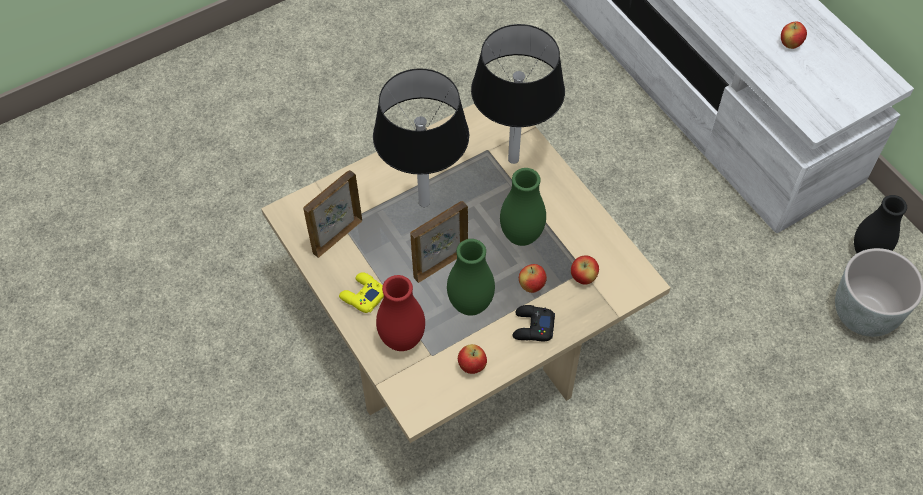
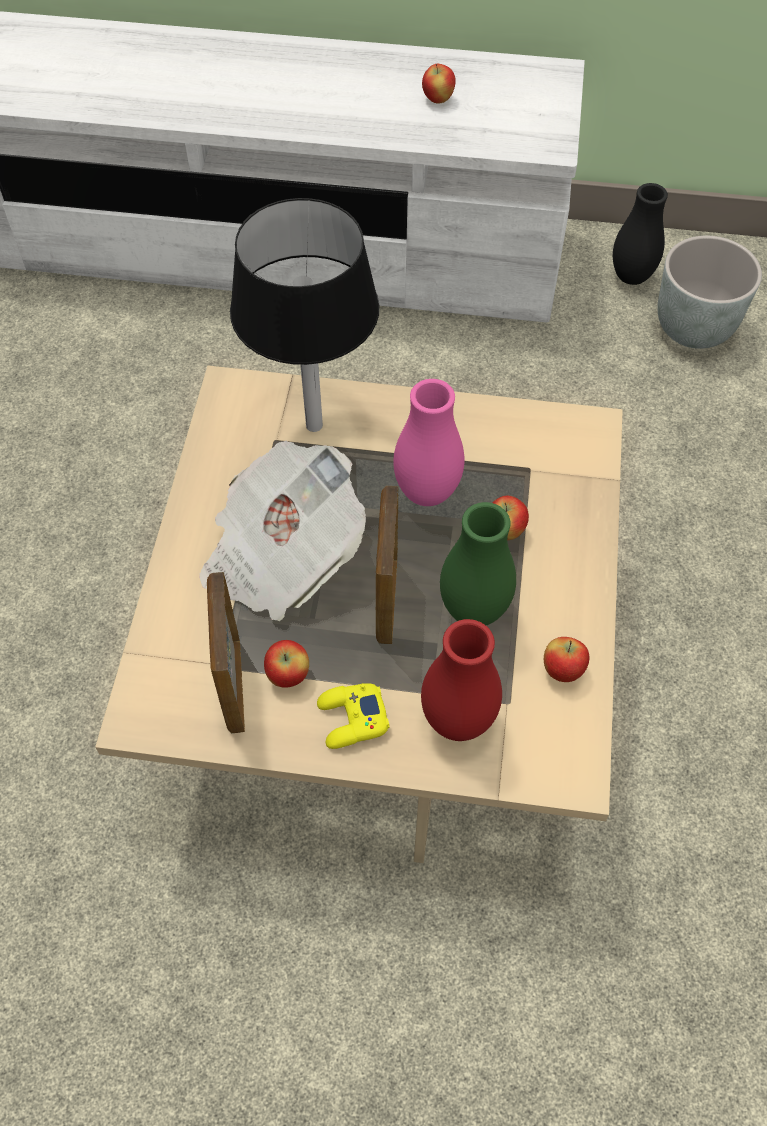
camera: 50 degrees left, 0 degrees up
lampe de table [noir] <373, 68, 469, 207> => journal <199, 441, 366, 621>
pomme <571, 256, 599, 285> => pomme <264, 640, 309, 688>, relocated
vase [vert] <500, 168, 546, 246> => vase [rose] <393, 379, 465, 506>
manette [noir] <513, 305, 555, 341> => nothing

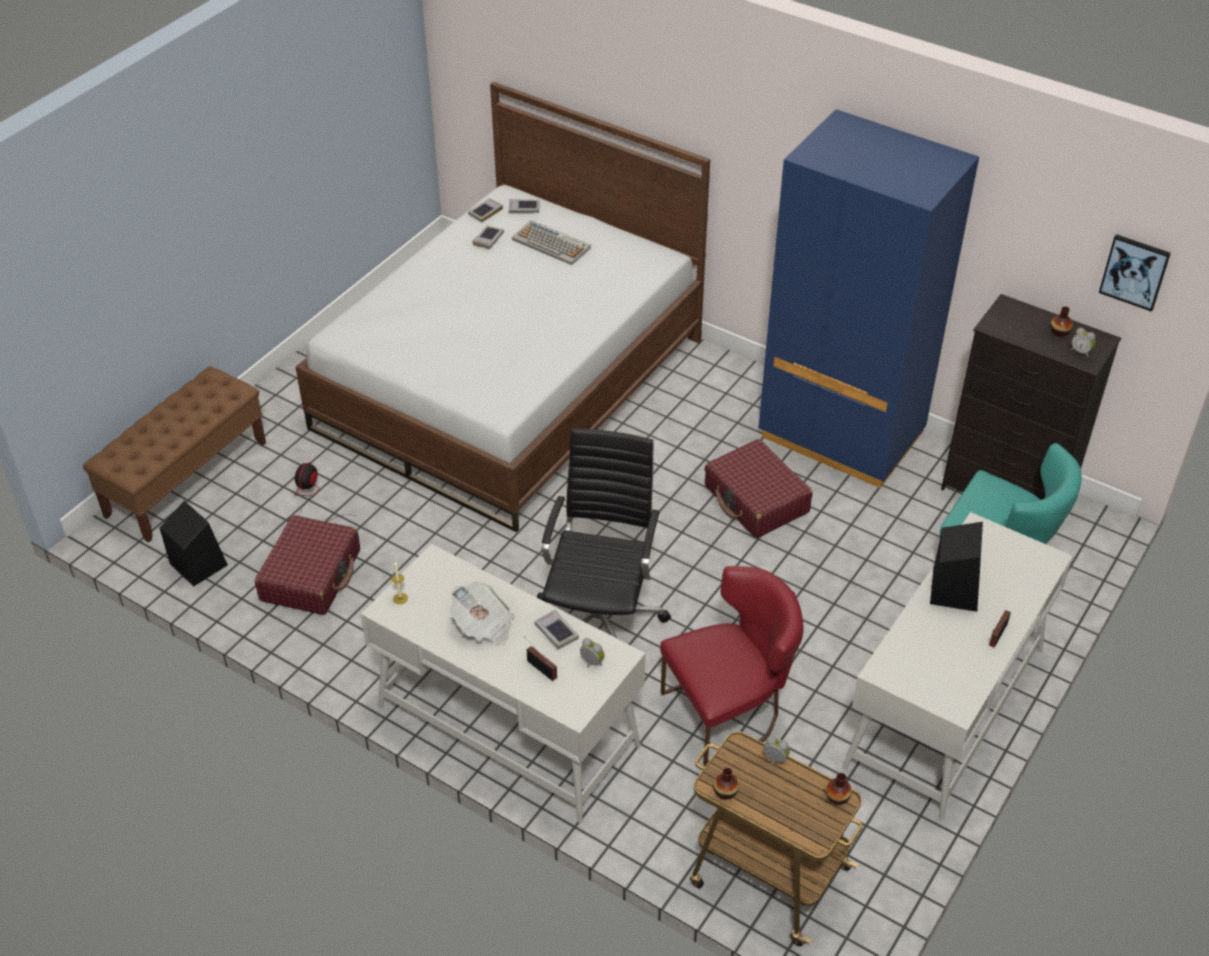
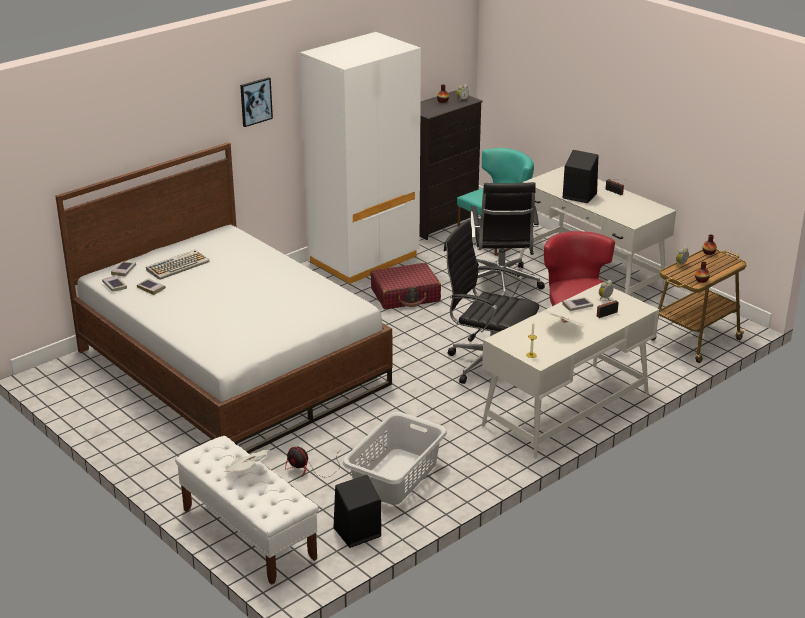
camera: 75 degrees left, 15 degrees down
banc [marron] <83, 366, 266, 543> => banc [blanc] <175, 436, 319, 585>
nothing => journal <224, 450, 270, 472>
tableau <1099, 234, 1171, 312> => tableau <240, 77, 273, 127>, relocated
armoire [bleu] <758, 109, 979, 488> => armoire [blanc] <300, 32, 421, 284>
valise [rouge] <255, 515, 360, 615> => panier à linge [gris] <343, 412, 447, 505>
nothing => chaise de bureau [noir] <471, 182, 545, 296>

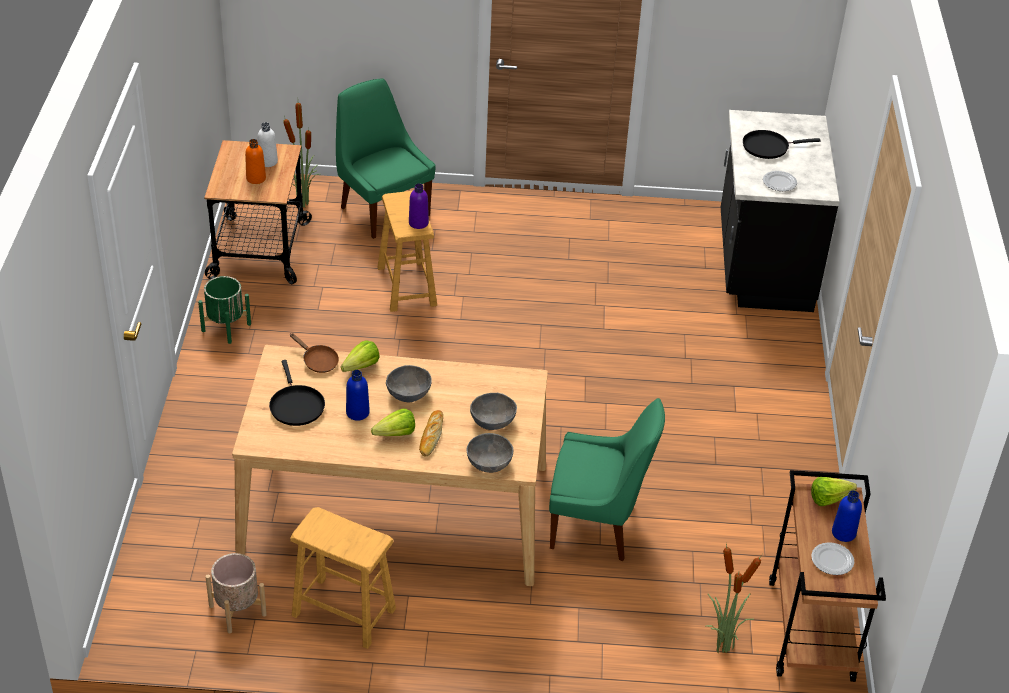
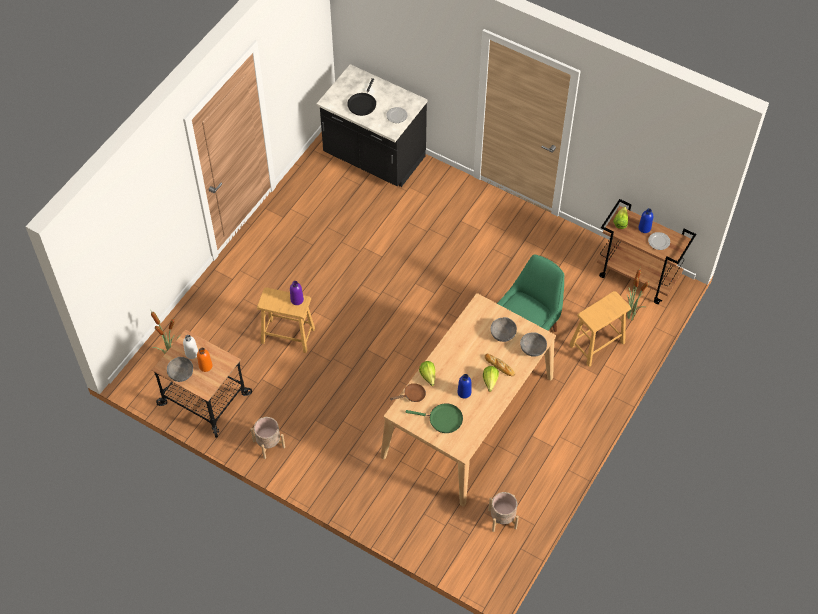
camera: 60 degrees left, 15 degrees up
bol [gris] <386, 365, 432, 402> => bol [gris] <167, 357, 193, 382>, relocated
cache-pot [vert] <198, 276, 251, 344> => cache-pot [beige] <251, 417, 285, 459>
poêle [noir] <269, 360, 325, 426> => poêle [vert] <406, 403, 463, 433>
tabouret [marron] <290, 507, 396, 649> => tabouret [marron] <569, 291, 631, 367>, relocated
chaise [vert] <336, 78, 436, 239> => nothing

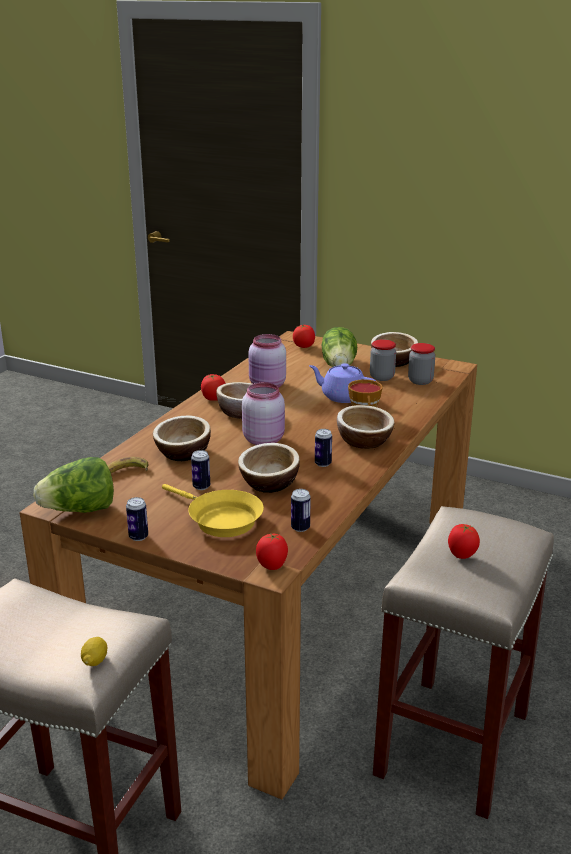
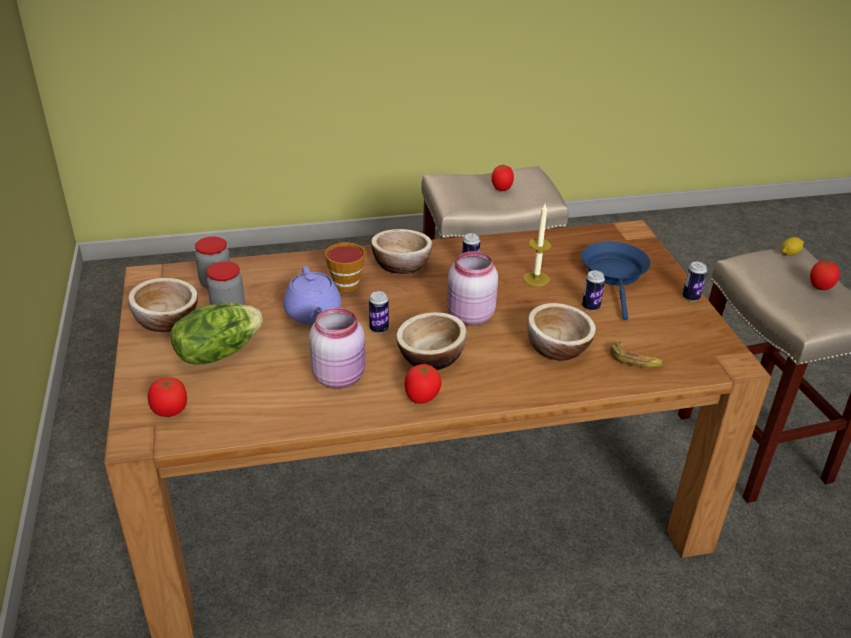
camera: 130 degrees left, 10 degrees up
boîte métallique <291, 489, 311, 532> => boîte métallique <369, 291, 389, 333>, relocated
bol <238, 443, 300, 493> => bougie <523, 204, 552, 286>
poêle [jaune] <162, 484, 264, 537> => poêle [bleu] <582, 241, 651, 320>
tomate <256, 534, 288, 570> => tomate <810, 259, 840, 290>, relocated
laitue <34, 457, 114, 513> => nothing

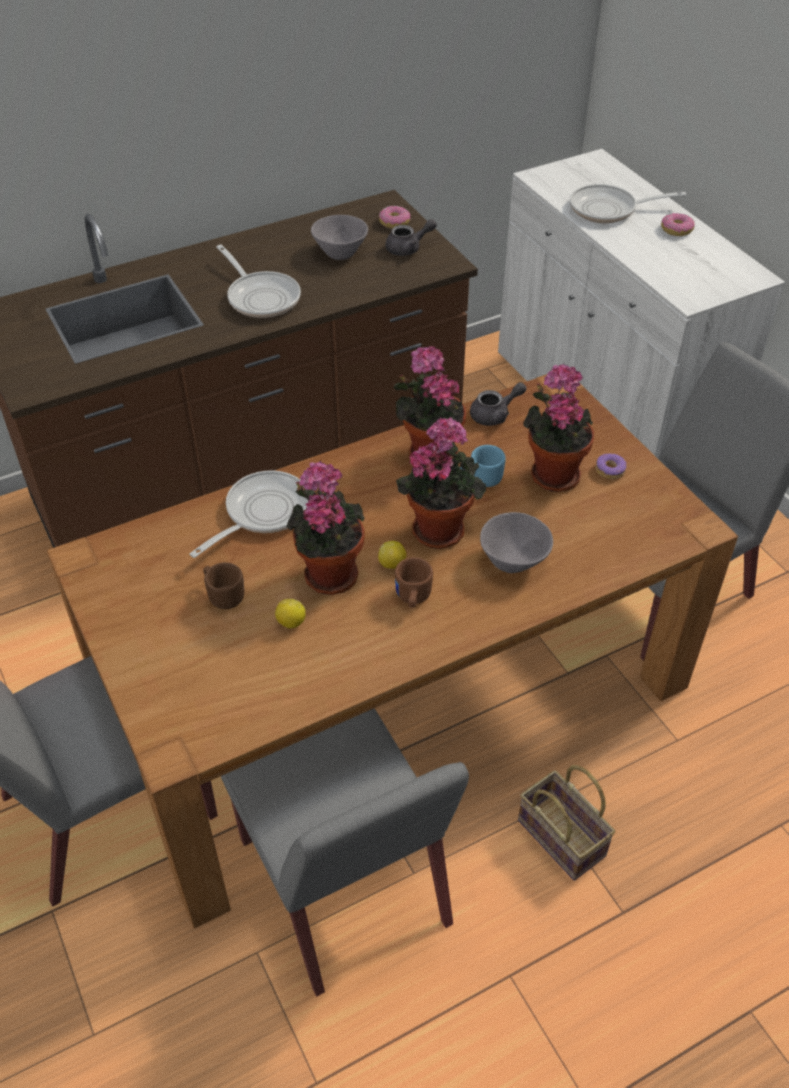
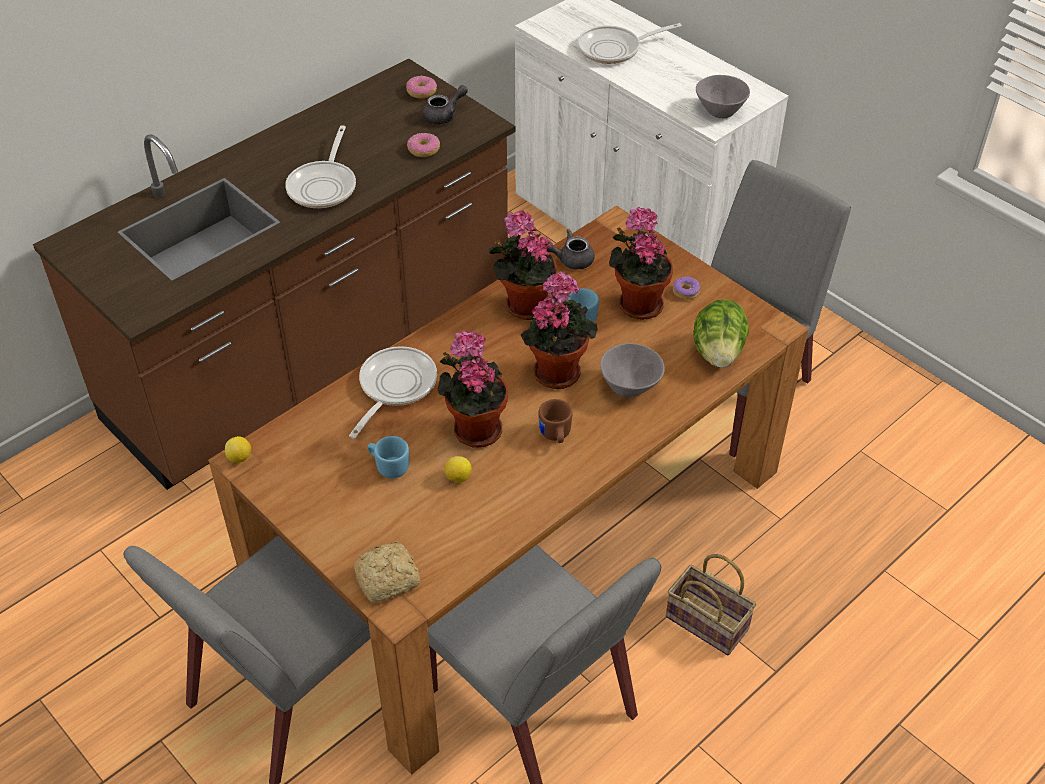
camera: 15 degrees left, 0 degrees up
citron <378, 541, 406, 569> => citron <225, 436, 251, 463>, relocated
poêle <217, 245, 301, 318> => poêle <285, 125, 356, 208>, 60 degrees clockwise
nothing => pain <353, 542, 420, 603>
mug [marron] <203, 562, 244, 609> => mug [bleu] <367, 436, 409, 479>
beignet <661, 213, 695, 236> => beignet <407, 133, 440, 157>, relocated
théière [gris] <470, 382, 526, 426> => théière [gris] <547, 229, 595, 269>, 150 degrees counterclockwise
nothing => laitue <693, 299, 749, 368>
bol [gris] <311, 215, 368, 260> => bol [gris] <696, 75, 750, 118>, relocated

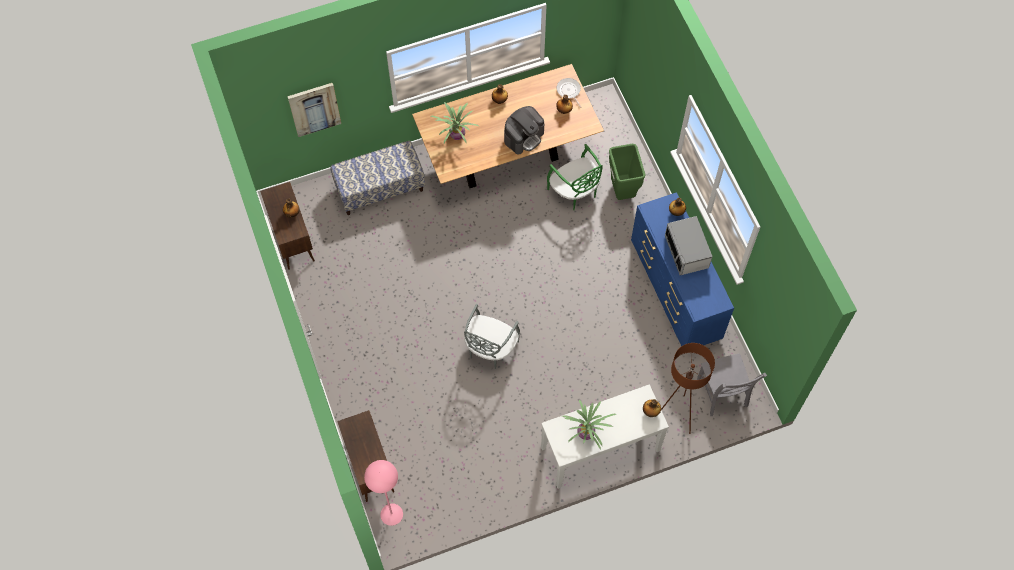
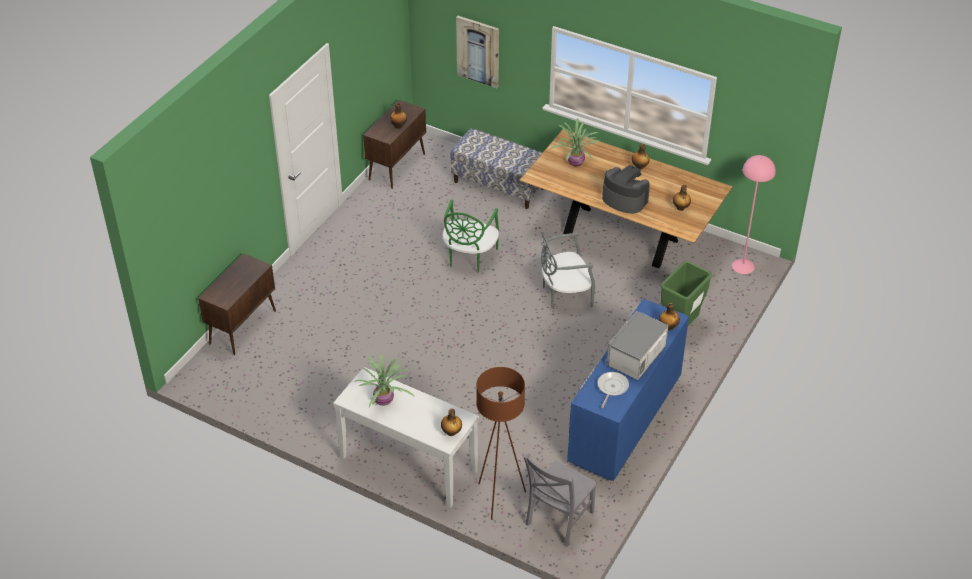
camera: 50 degrees right, 20 degrees down
chaise [vert] <547, 144, 603, 210> => chaise [vert] <443, 200, 499, 273>, relocated
chaise [gris] <464, 304, 520, 369> => chaise [gris] <541, 232, 595, 308>, relocated
poêle <557, 78, 582, 108> => poêle <597, 372, 629, 408>, relocated
machine à café <504, 106, 544, 155> => machine à café <602, 165, 650, 214>, 150 degrees counterclockwise
lampadaire [rose] <364, 460, 403, 526> => lampadaire [rose] <732, 155, 776, 274>, relocated

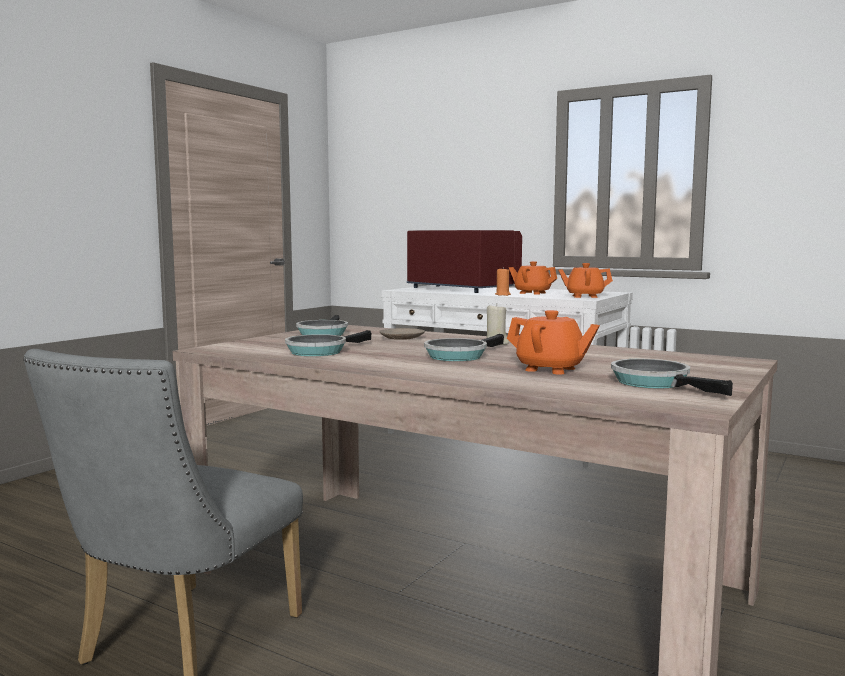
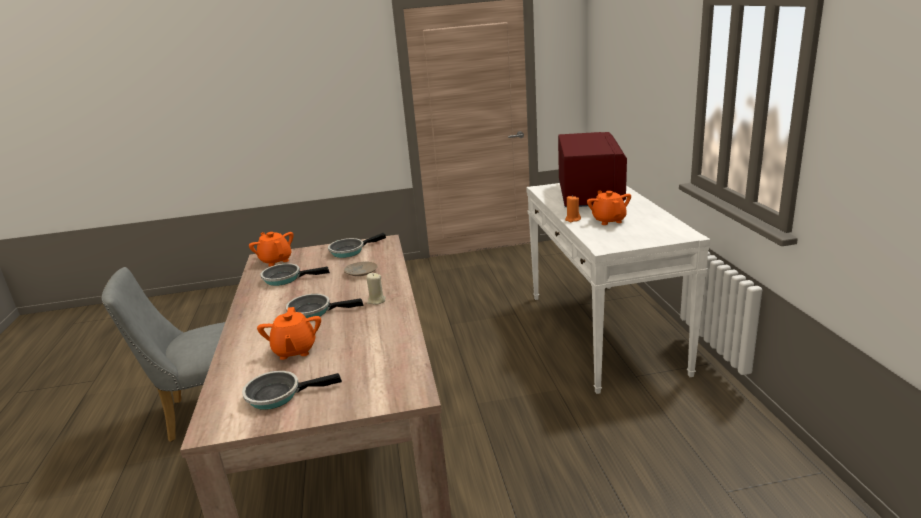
camera: 50 degrees right, 15 degrees up
poêle <611, 359, 733, 396> => poêle <242, 371, 342, 410>, 120 degrees counterclockwise
théière [orange] <558, 263, 613, 298> => théière [orange] <249, 232, 294, 267>, relocated

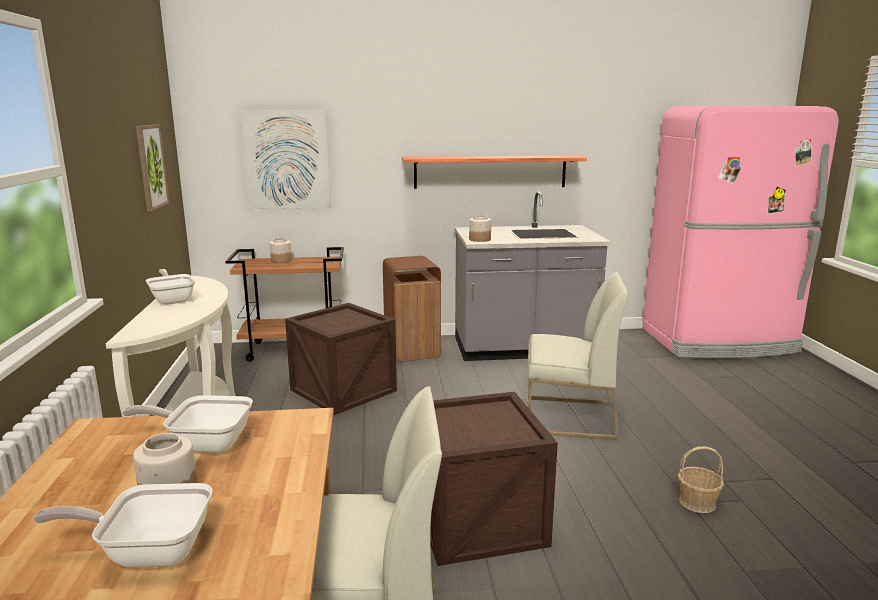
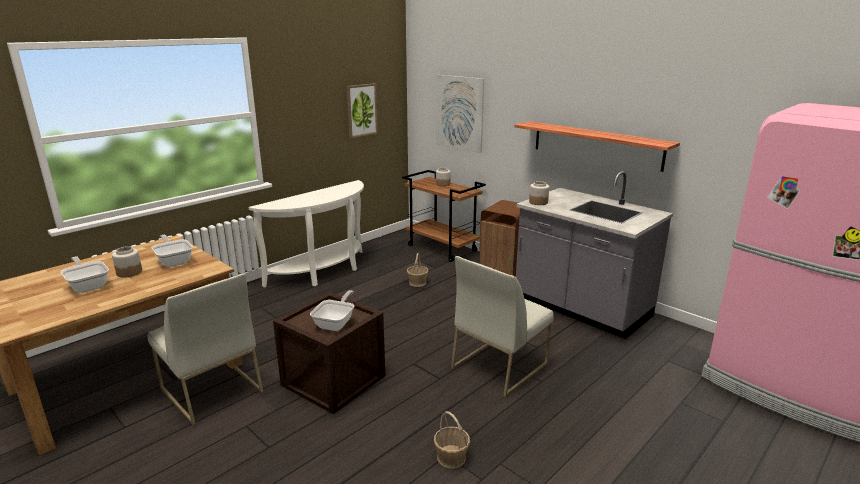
camera: 50 degrees right, 5 degrees up
poêle <146, 269, 195, 305> => poêle <310, 290, 354, 331>, relocated
caisse <285, 303, 397, 415> => panier <407, 253, 429, 287>
chaise [blanc] <528, 272, 629, 440> => chaise [blanc] <451, 256, 554, 397>, 75 degrees clockwise

